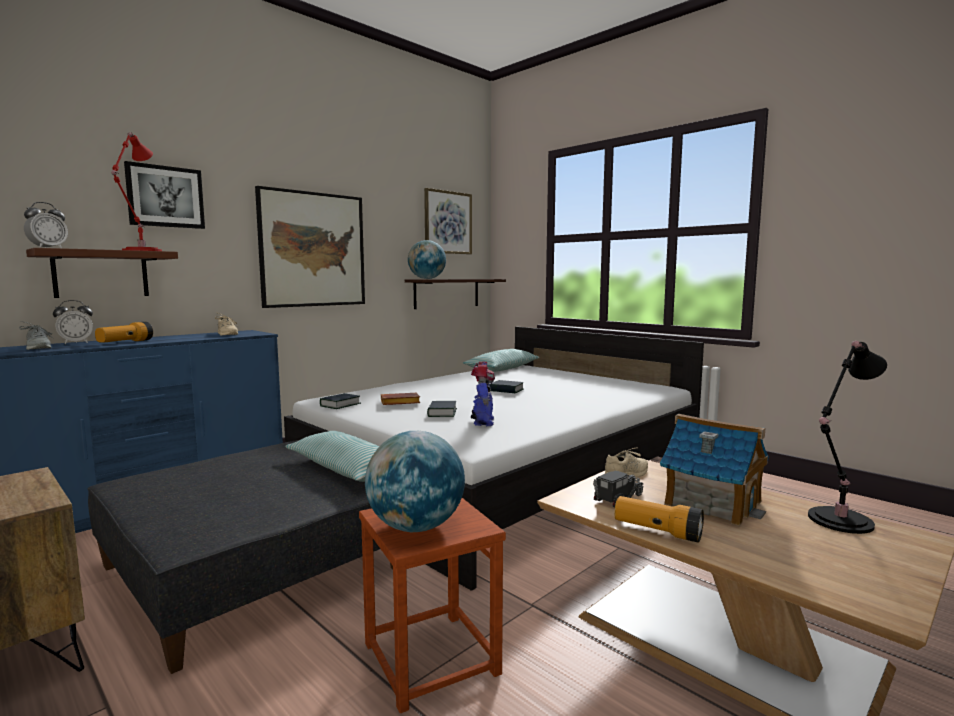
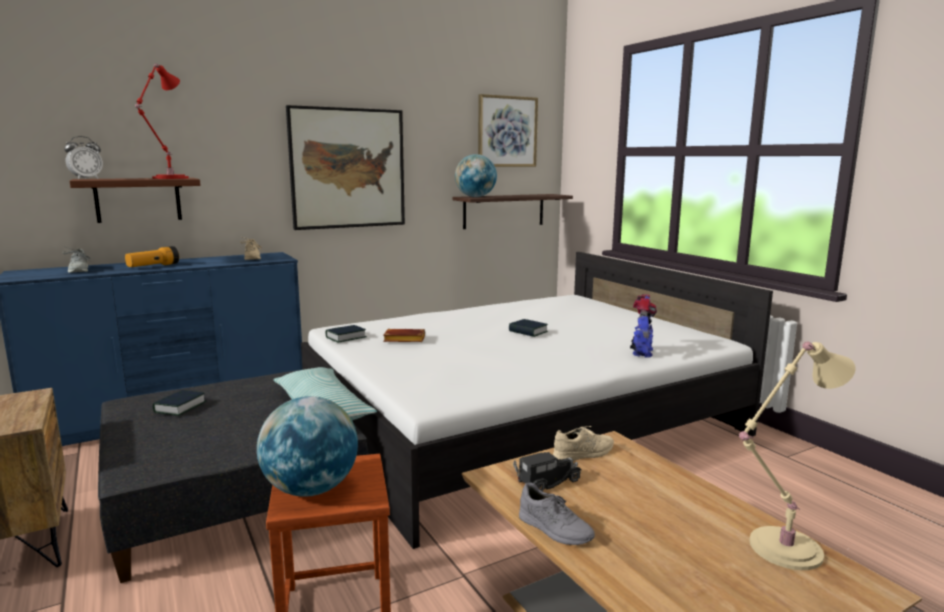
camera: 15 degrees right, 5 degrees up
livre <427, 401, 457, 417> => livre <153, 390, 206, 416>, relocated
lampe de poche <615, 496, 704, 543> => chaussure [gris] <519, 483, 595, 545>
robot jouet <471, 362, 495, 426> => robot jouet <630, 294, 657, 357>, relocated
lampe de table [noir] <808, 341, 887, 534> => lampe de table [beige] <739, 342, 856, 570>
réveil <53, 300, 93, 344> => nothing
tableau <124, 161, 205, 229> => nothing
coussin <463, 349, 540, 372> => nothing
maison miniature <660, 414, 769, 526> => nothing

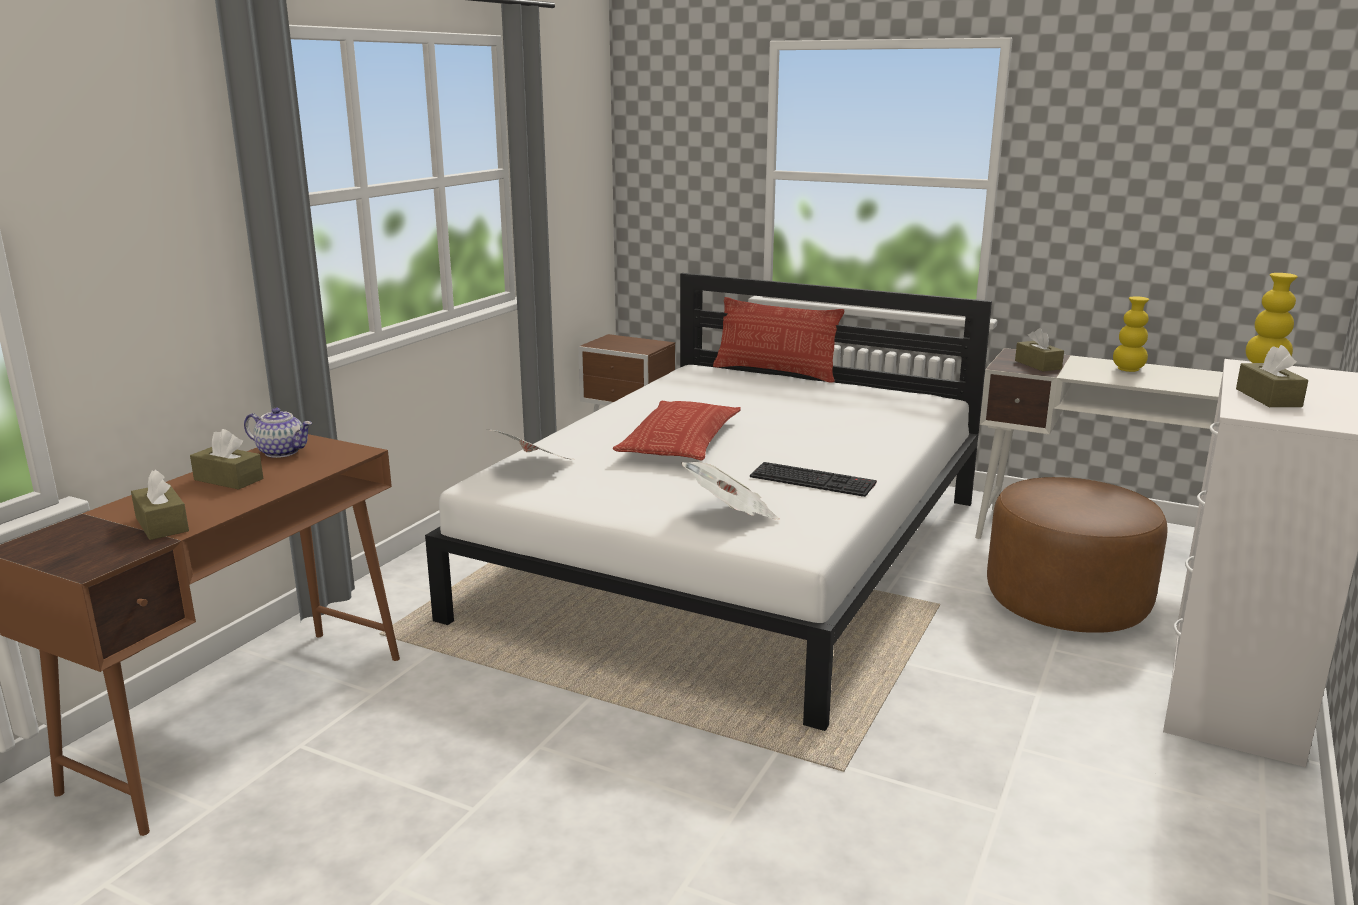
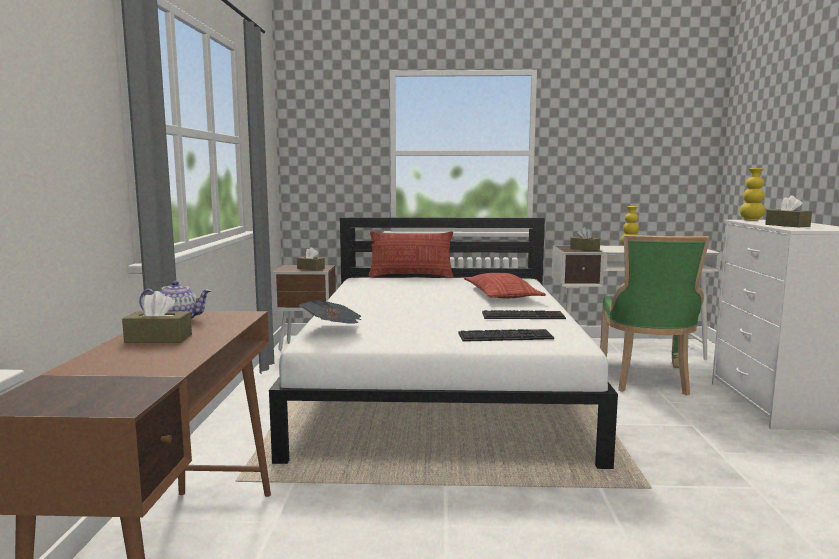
camera: 25 degrees left, 10 degrees down
boîte à mouchoirs [marron] <131, 469, 189, 540> => boîte à mouchoirs [marron] <297, 247, 325, 271>, relocated
journal <681, 462, 779, 520> => clavier <458, 329, 554, 342>
coussin <613, 401, 741, 461> => coussin <464, 273, 546, 298>, relocated
pouf [marron] <987, 477, 1168, 633> => chaise [vert] <600, 235, 710, 395>

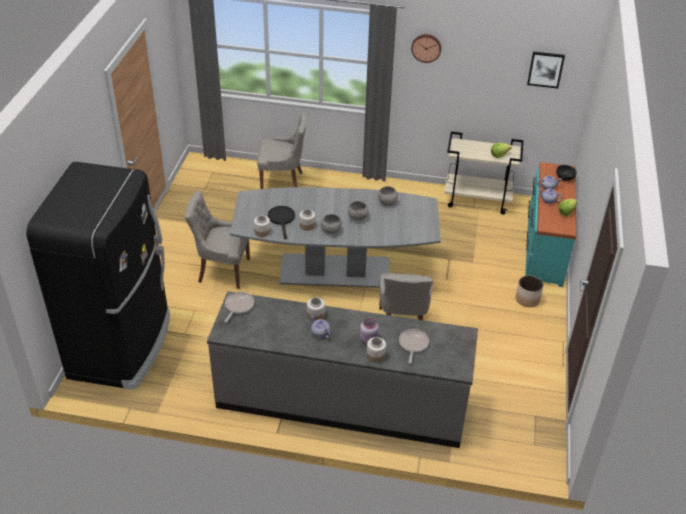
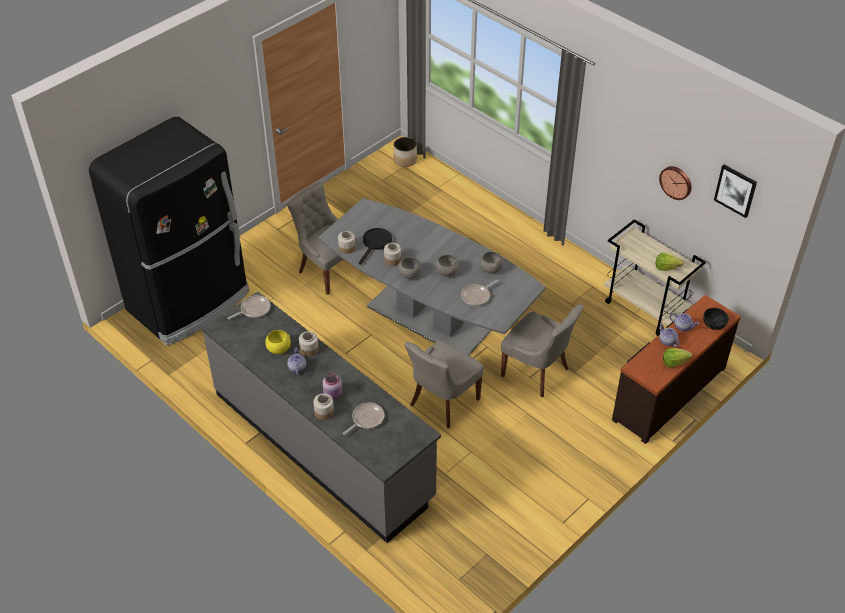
camera: 35 degrees right, 5 degrees up
nothing => bol [jaune] <265, 330, 291, 354>
cache-pot <516, 275, 543, 307> => cache-pot <394, 137, 417, 167>, relocated
nothing => poêle <461, 280, 498, 306>
chaise [gris] <257, 111, 308, 189> => chaise [gris] <501, 304, 584, 397>, relocated
commode [turquoise] <525, 162, 576, 287> => commode [marron] <612, 295, 741, 444>
horloge murale <411, 34, 441, 63> => horloge murale <659, 166, 692, 200>, relocated

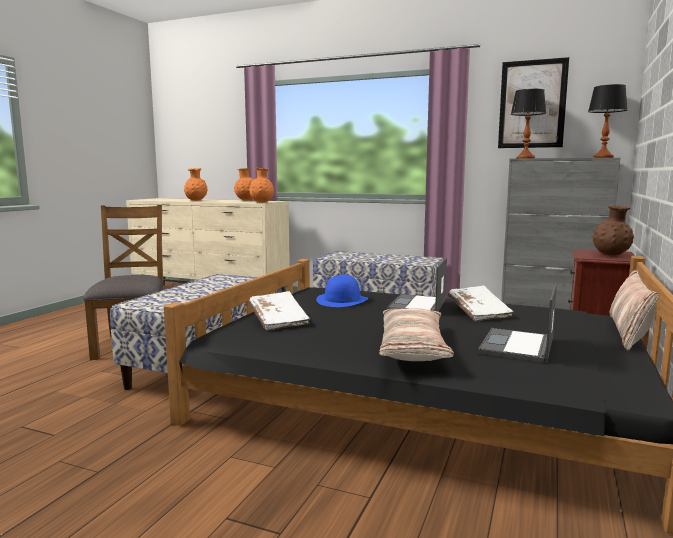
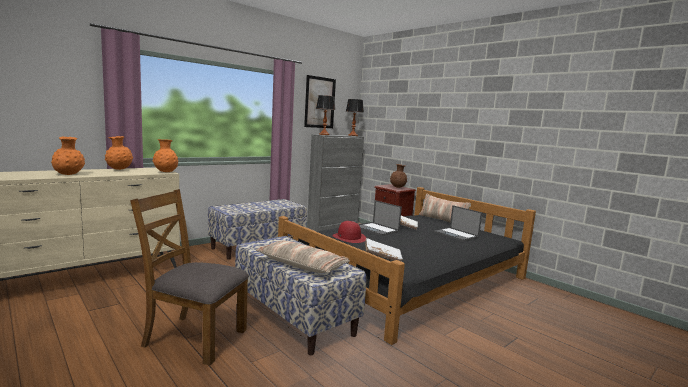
camera: 65 degrees left, 0 degrees up
coussin <379, 308, 454, 361> => coussin <255, 240, 350, 273>, relocated
chapeau [bleu] <316, 275, 369, 307> => chapeau [rouge] <332, 221, 366, 243>

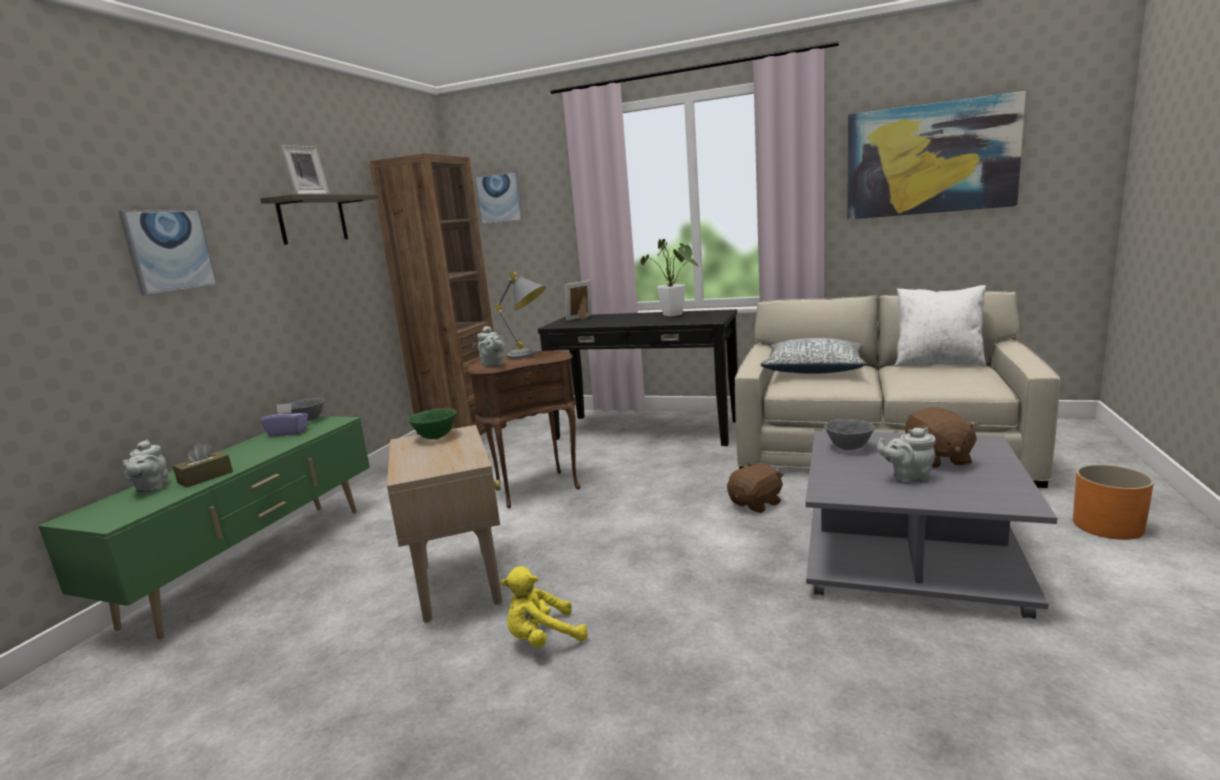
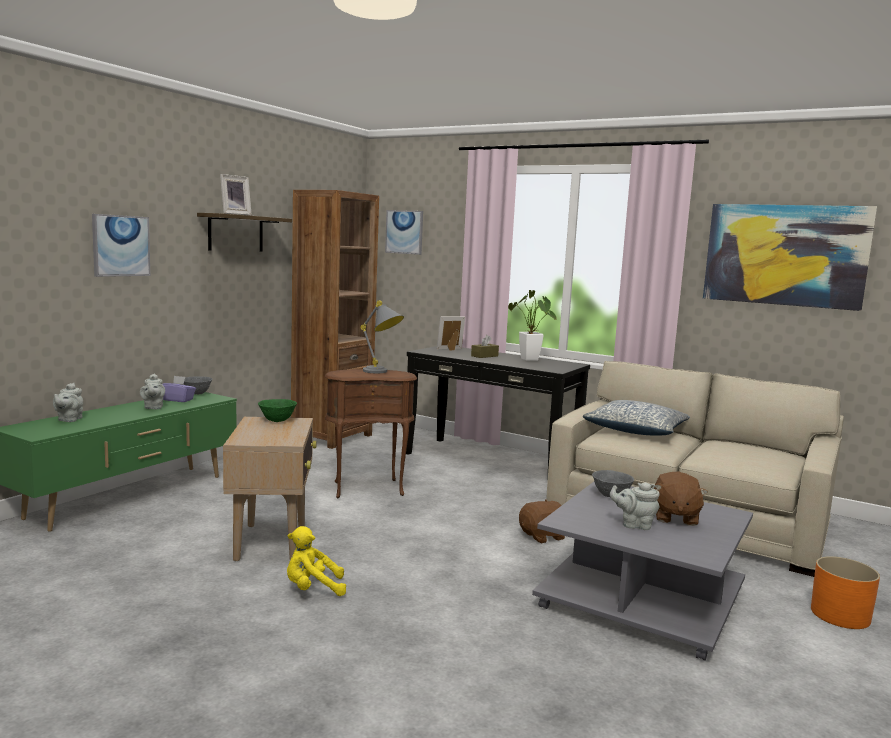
camera: 10 degrees right, 5 degrees down
théière [gris] <477, 326, 505, 367> => théière [gris] <140, 374, 165, 409>, relocated
boîte à mouchoirs [marron] <173, 443, 233, 487> => boîte à mouchoirs [marron] <471, 335, 499, 358>, relocated
coussin [blanc] <894, 285, 987, 367> => nothing

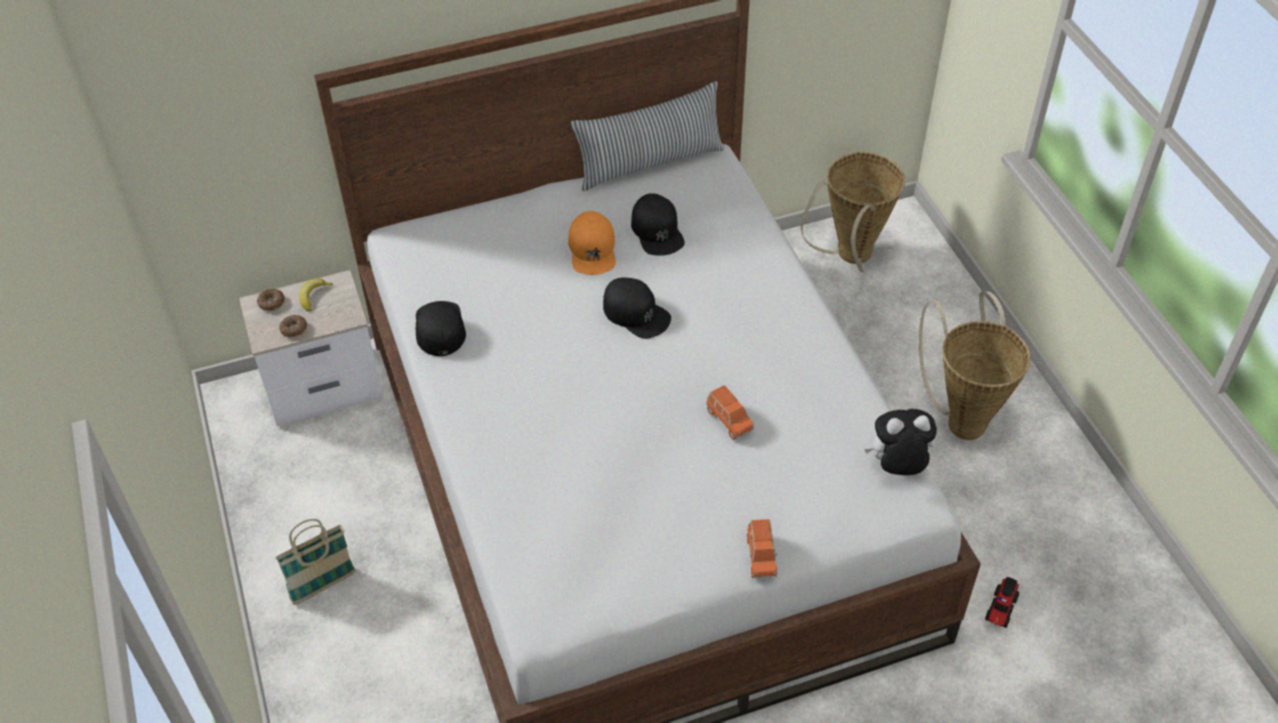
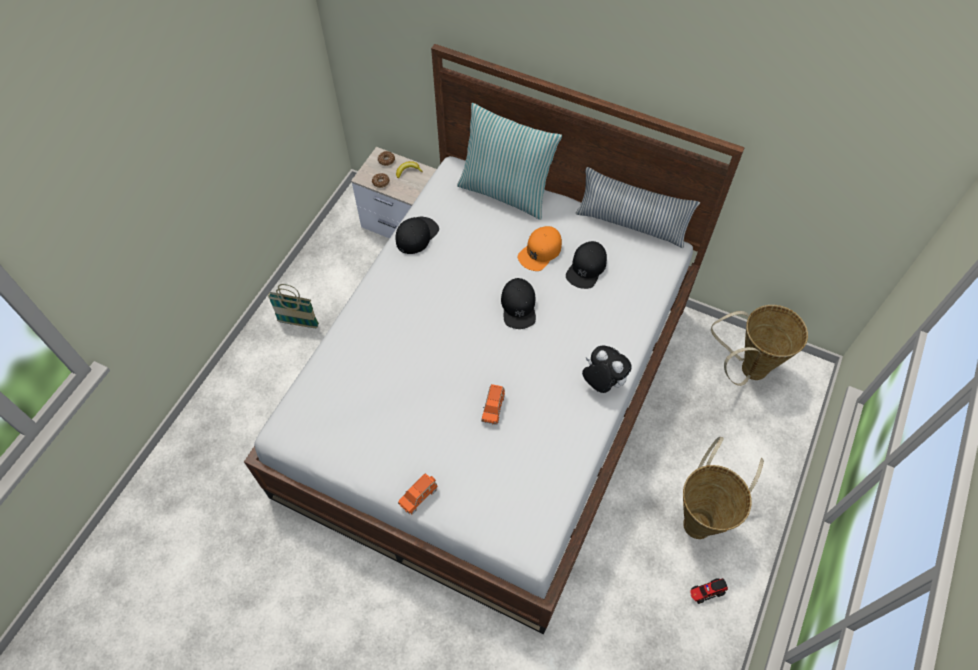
camera: 45 degrees right, 10 degrees up
nothing => coussin <457, 103, 562, 220>
peluche <864, 409, 937, 475> => peluche <582, 345, 632, 393>, relocated
camion jouet <985, 577, 1019, 628> => camion jouet <690, 578, 728, 604>, relocated

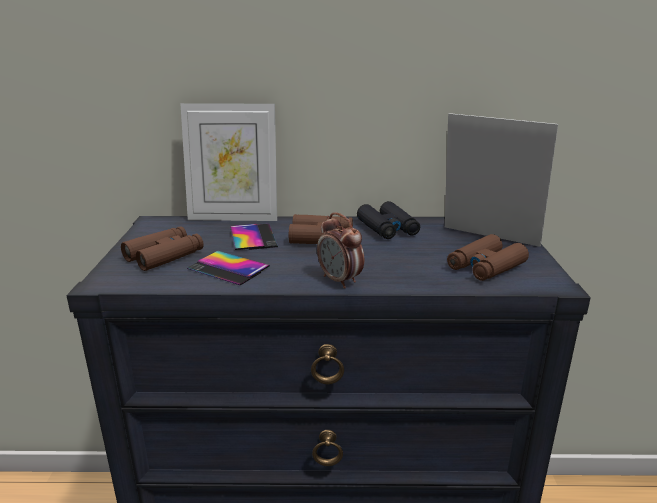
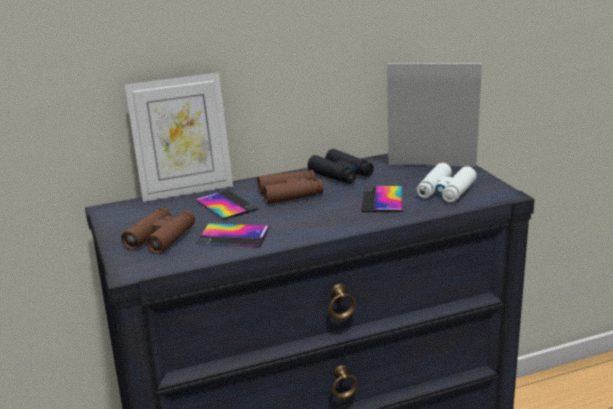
camera: 20 degrees left, 0 degrees up
nothing => téléphone <361, 186, 403, 212>
jumelles [marron] <447, 234, 529, 281> => jumelles [blanc] <416, 163, 477, 203>
réveil <317, 212, 364, 289> => nothing

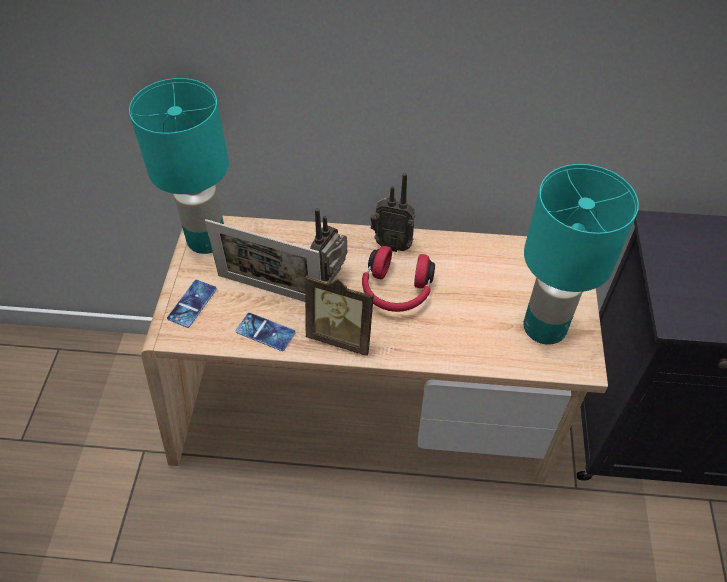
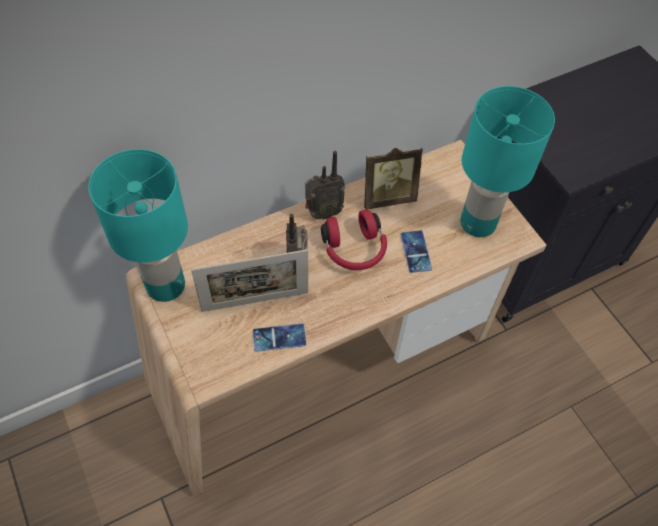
camera: 35 degrees left, 5 degrees up
cadre photo <305, 274, 374, 356> => cadre photo <364, 147, 423, 209>, relocated
téléphone <167, 280, 217, 328> => téléphone <401, 230, 432, 273>, relocated

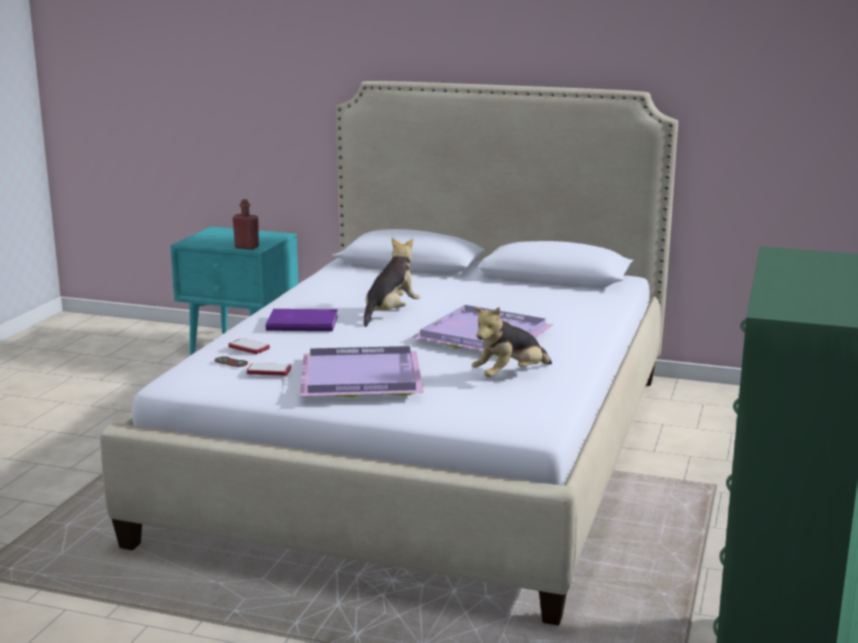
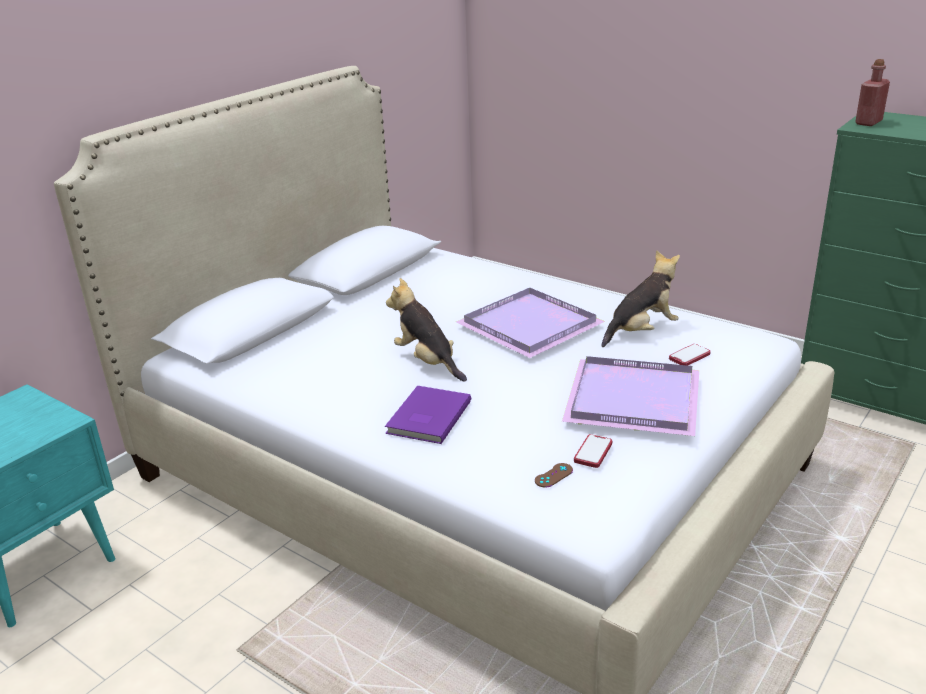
camera: 70 degrees left, 10 degrees up
peluche <471, 307, 552, 377> => peluche <602, 250, 680, 347>, 105 degrees counterclockwise
téléphone <229, 338, 270, 354> => téléphone <669, 344, 711, 366>, relocated
bouteille [rouge] <232, 199, 259, 250> => bouteille [rouge] <855, 59, 890, 126>, relocated

